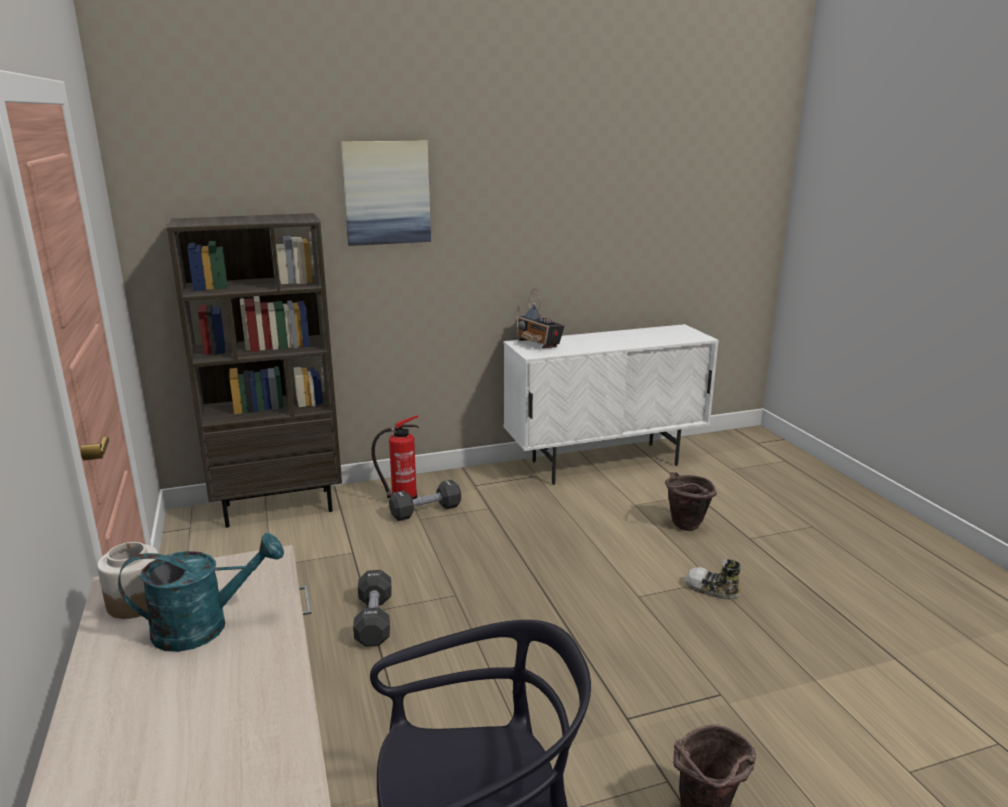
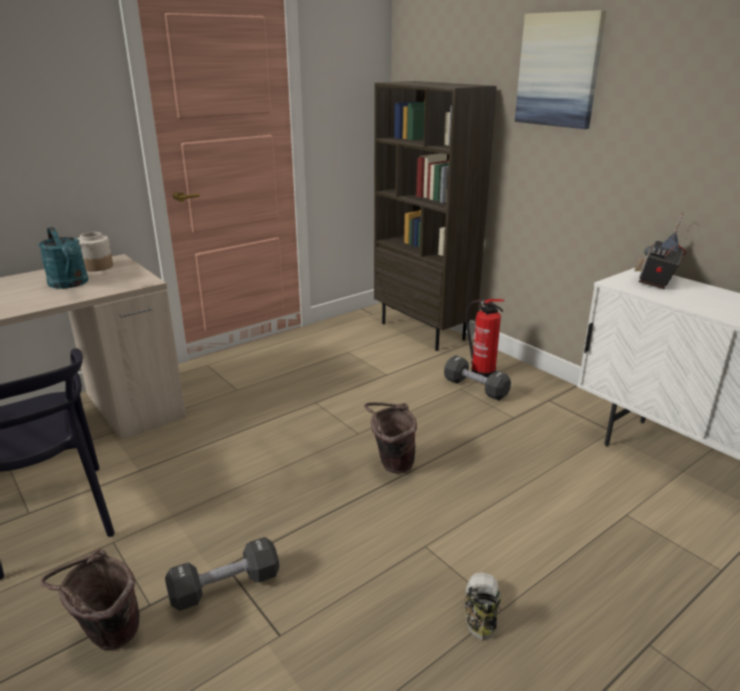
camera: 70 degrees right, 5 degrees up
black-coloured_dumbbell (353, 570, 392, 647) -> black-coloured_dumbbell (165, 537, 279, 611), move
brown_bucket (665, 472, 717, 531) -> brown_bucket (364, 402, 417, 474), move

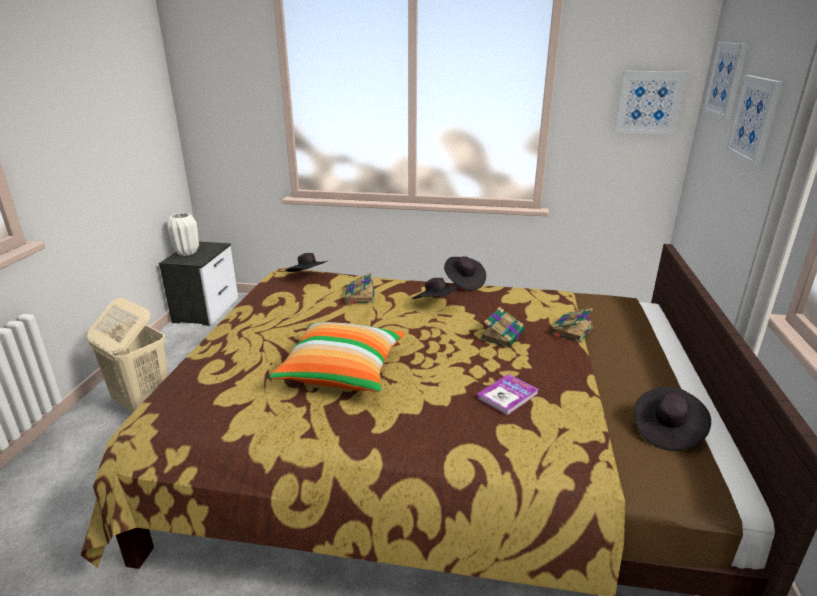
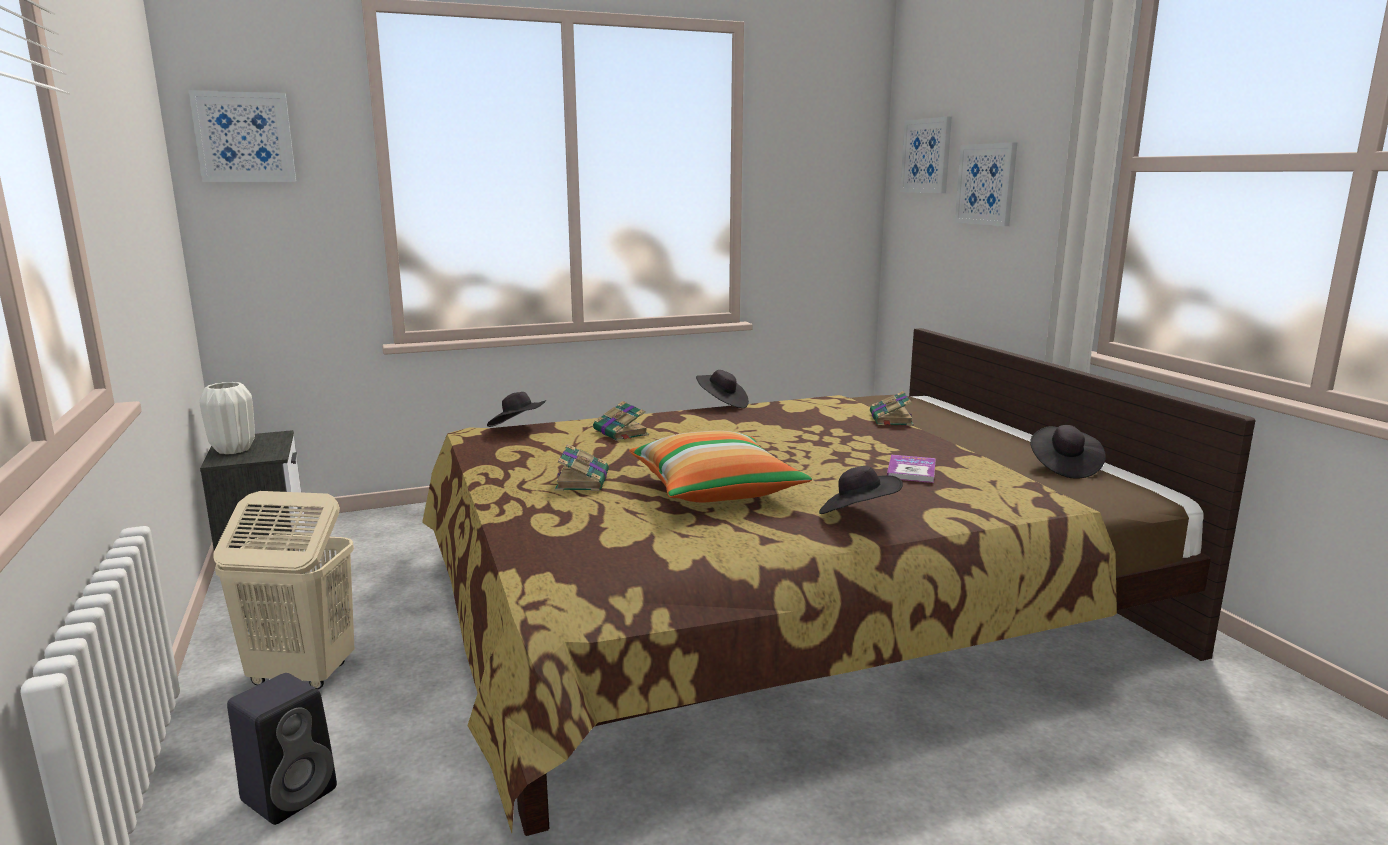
camera: 30 degrees left, 10 degrees down
black-coloured_clothing_hat (412, 278, 459, 299) -> black-coloured_clothing_hat (819, 466, 903, 514), move
volume (480, 307, 525, 348) -> volume (555, 444, 609, 491), move
wall_picture (614, 71, 687, 134) -> wall_picture (189, 90, 296, 182), move
none -> black-coloured_loudspeaker (227, 673, 337, 825)

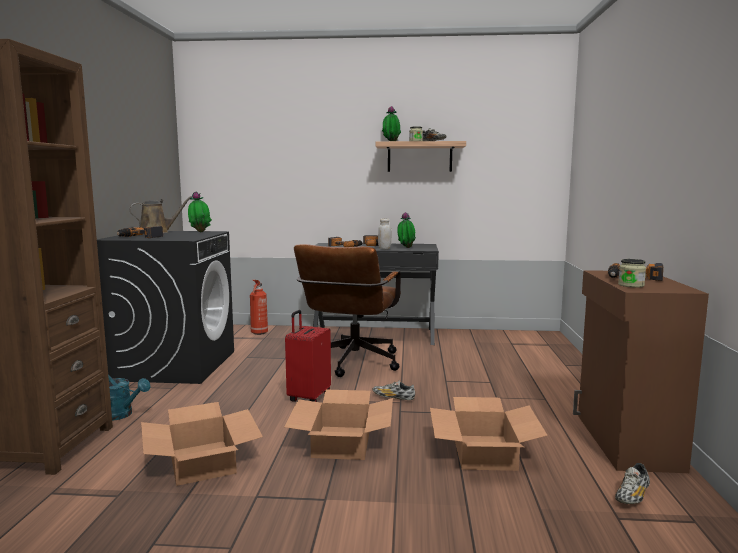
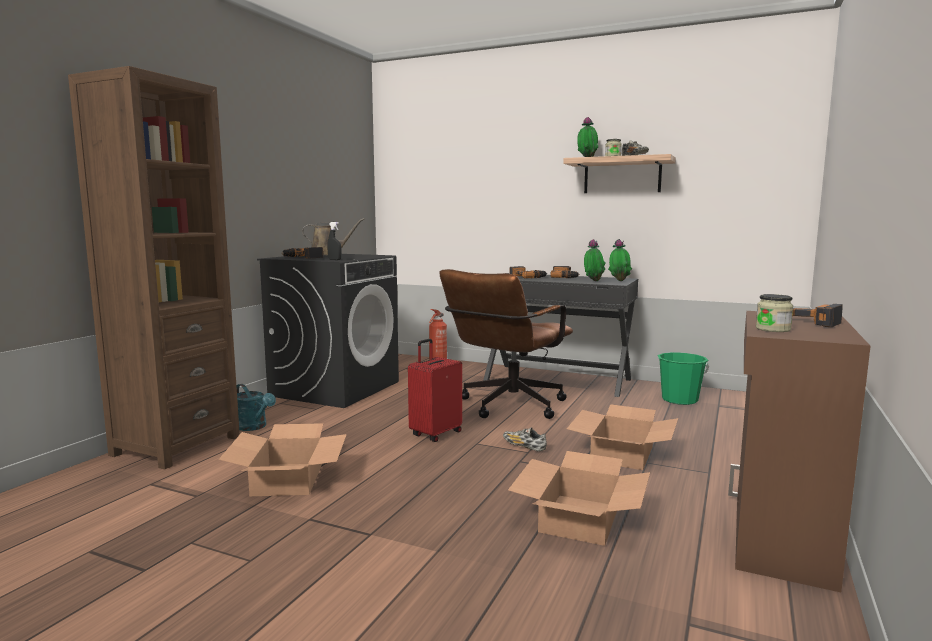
camera: 20 degrees right, 0 degrees up
potted_plant (188, 191, 212, 232) -> potted_plant (608, 239, 632, 281), move
carton (284, 390, 393, 460) -> carton (567, 404, 678, 470), move
whitish_jar (378, 218, 392, 249) -> none
shoe (615, 463, 650, 504) -> none
none -> black-coloured_sprayer (327, 222, 342, 260)
none -> greenish_bucket (657, 352, 709, 405)

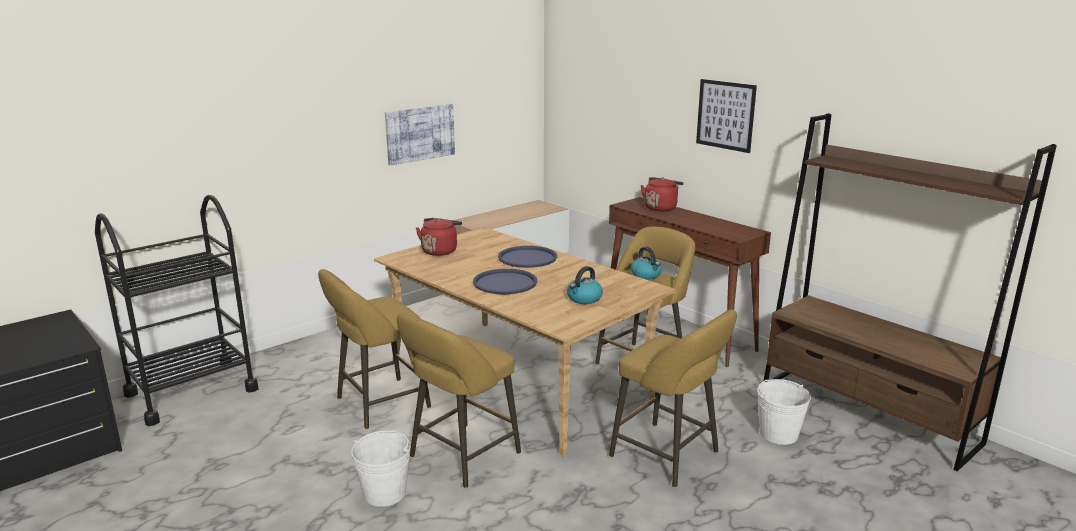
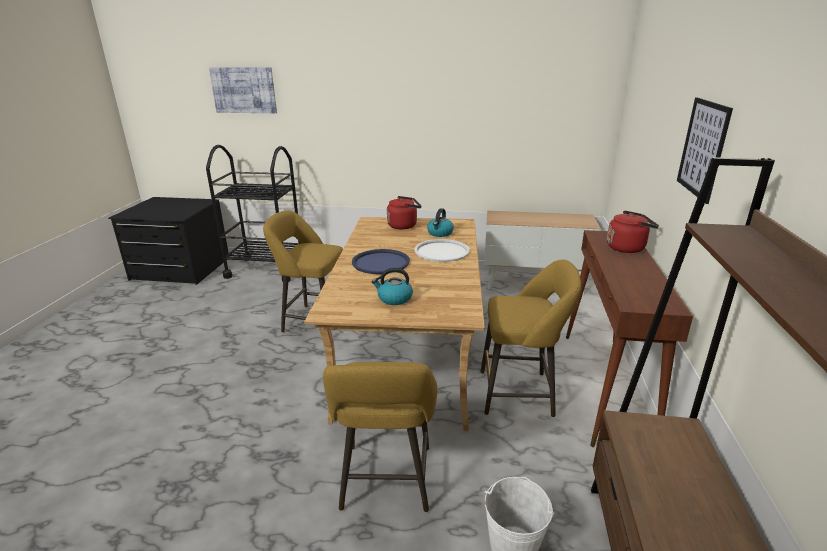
camera: 50 degrees right, 5 degrees up
whitish_bucket (351, 430, 411, 507) -> none
wall_picture (385, 104, 455, 166) -> wall_picture (209, 67, 277, 113), move
yellow-coloured_stool (397, 313, 521, 488) -> none
blue-coloured_carrying_tray (498, 246, 557, 268) -> whitish_carrying_tray (414, 239, 470, 262)
water_kettle (631, 247, 662, 279) -> water_kettle (427, 208, 454, 237), move

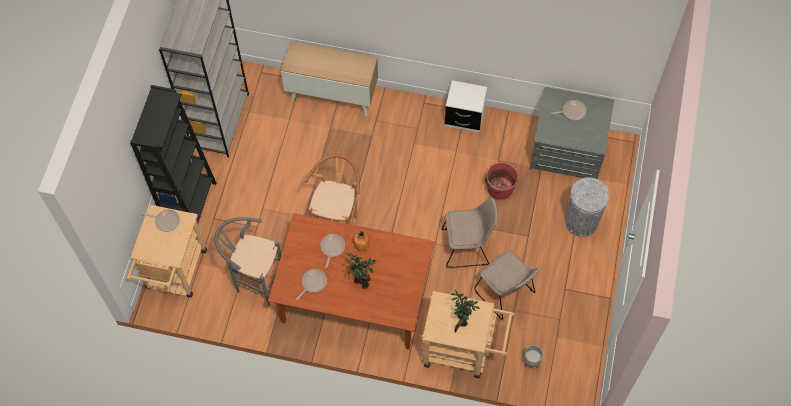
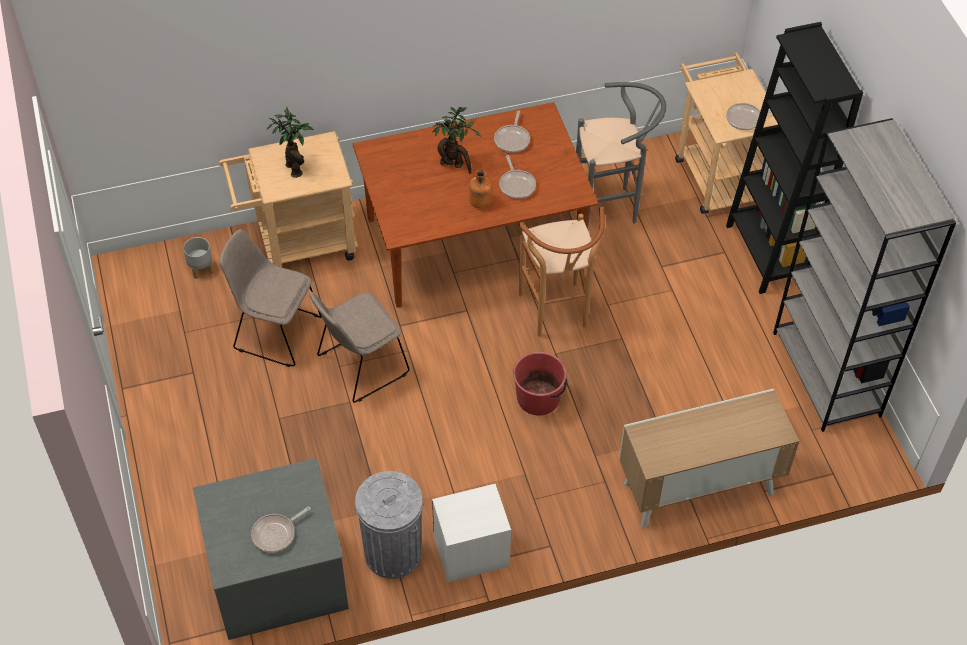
camera: 150 degrees right, 10 degrees down
red_bucket (485, 162, 519, 200) -> red_bucket (513, 352, 567, 416), move
greyish_rubbish_bin (565, 177, 609, 237) -> greyish_rubbish_bin (355, 471, 423, 579), move

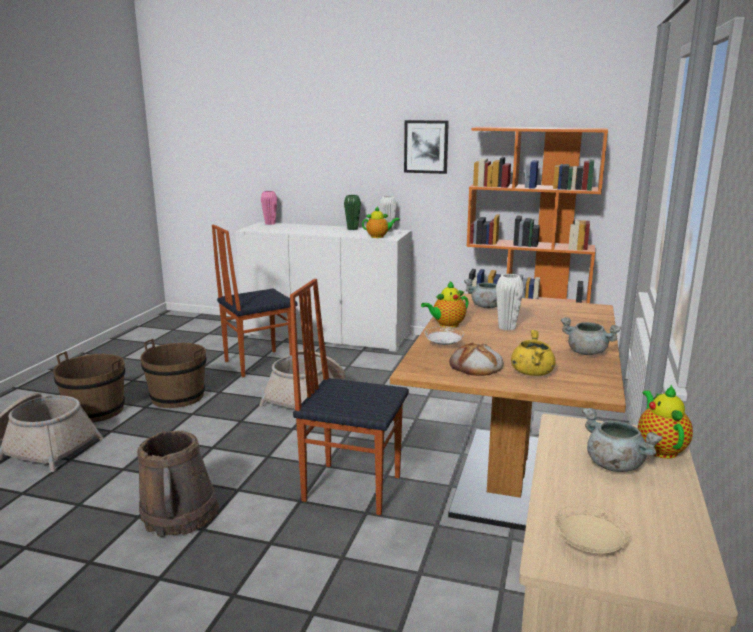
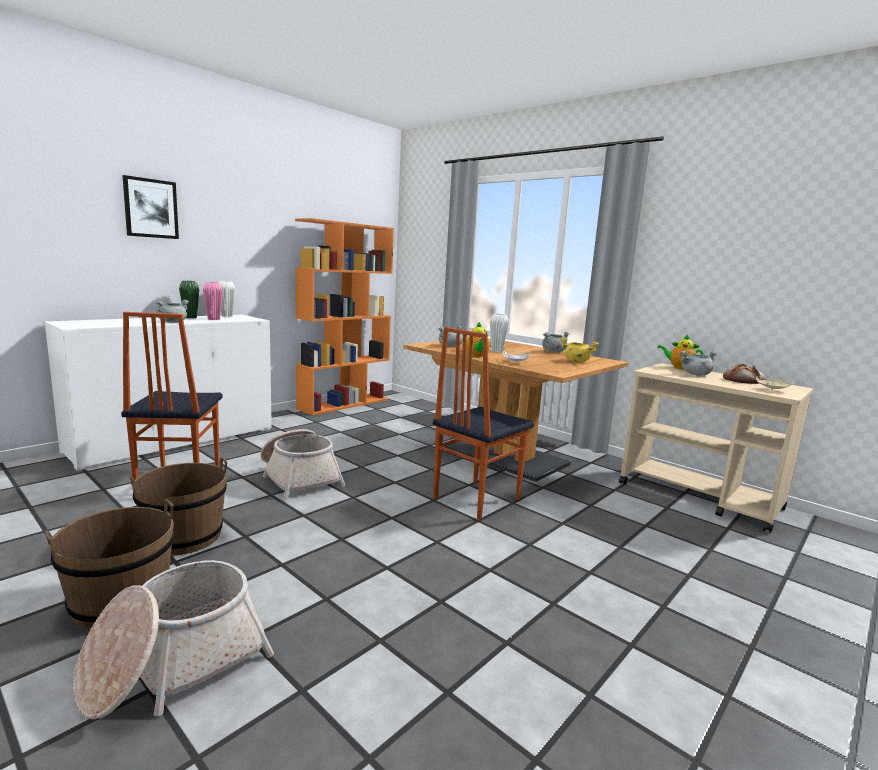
camera: 65 degrees left, 5 degrees down
brown_bucket (137, 430, 219, 537) -> none
pink_flower_vase (261, 191, 277, 225) -> pink_flower_vase (203, 282, 223, 320), move
tea_pot (362, 206, 400, 238) -> none
wall_picture (404, 120, 449, 174) -> wall_picture (122, 175, 179, 239), move
bakery_bread (449, 343, 504, 376) -> bakery_bread (723, 364, 765, 384), move
none -> greyish_cooking_pot (156, 300, 189, 323)

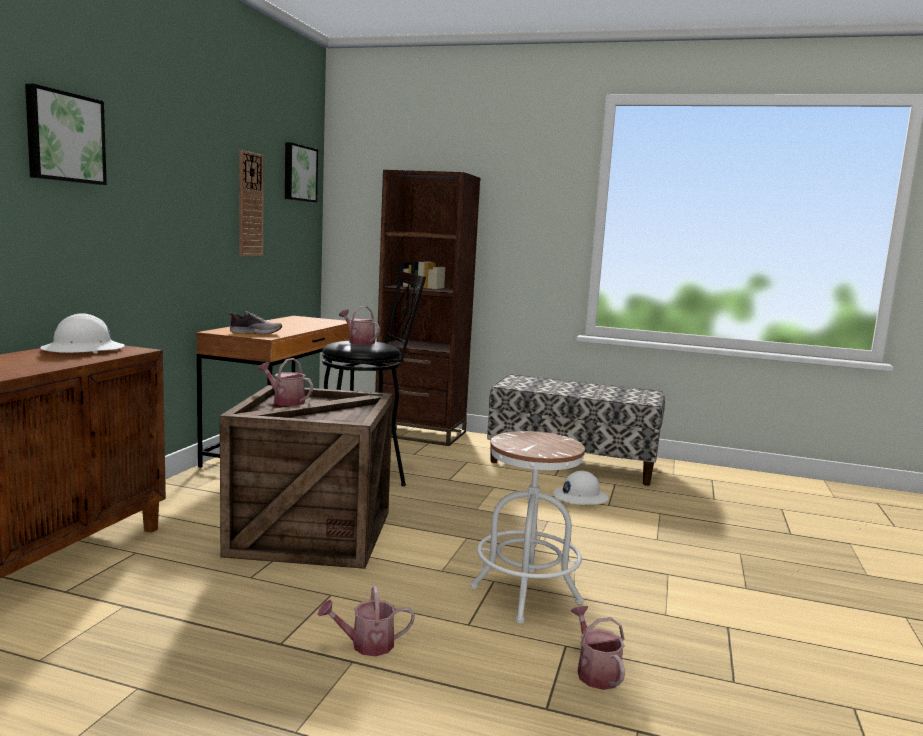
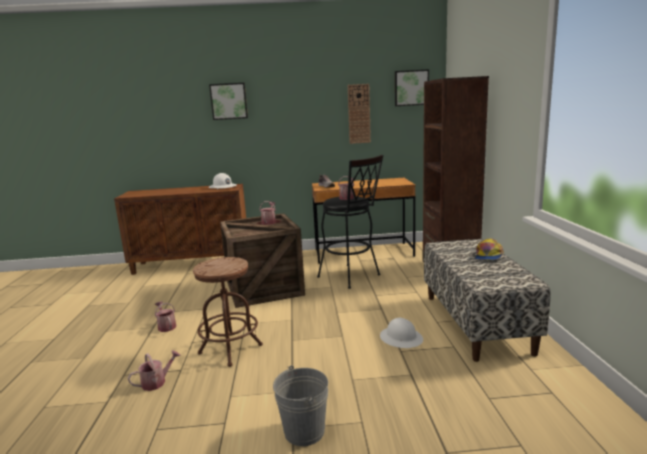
camera: 70 degrees right, 5 degrees up
whitish_stool (470, 431, 585, 623) -> brown_stool (193, 257, 263, 367)
none -> greyish_bucket (273, 365, 328, 446)
none -> peaked_cap (475, 239, 504, 260)

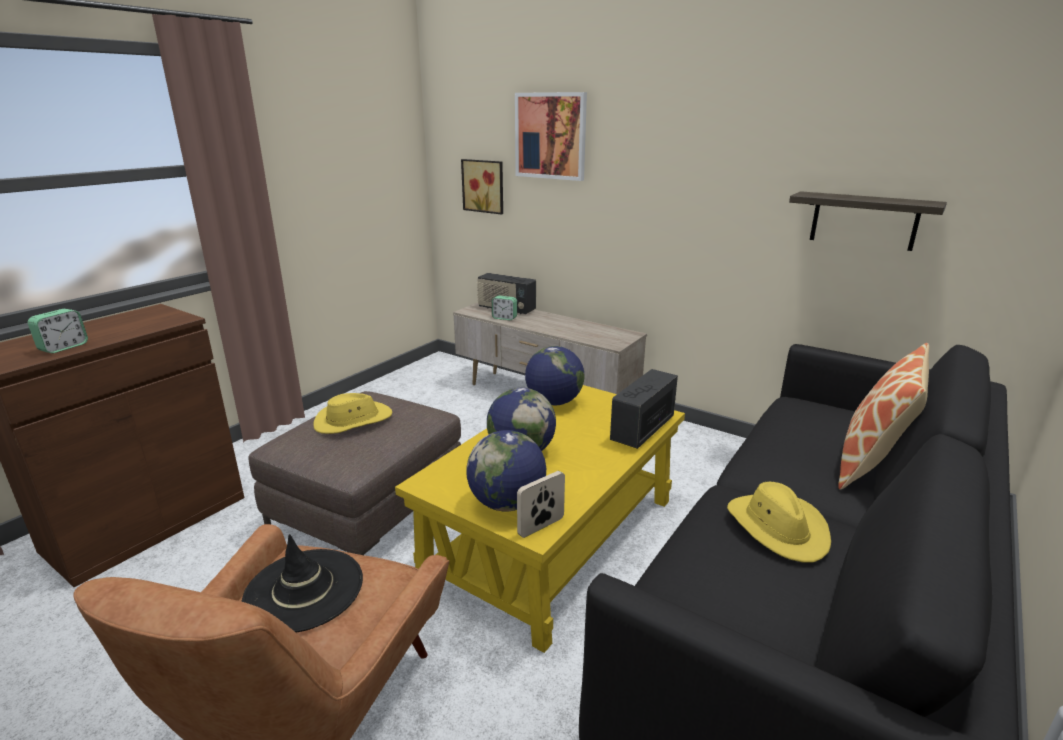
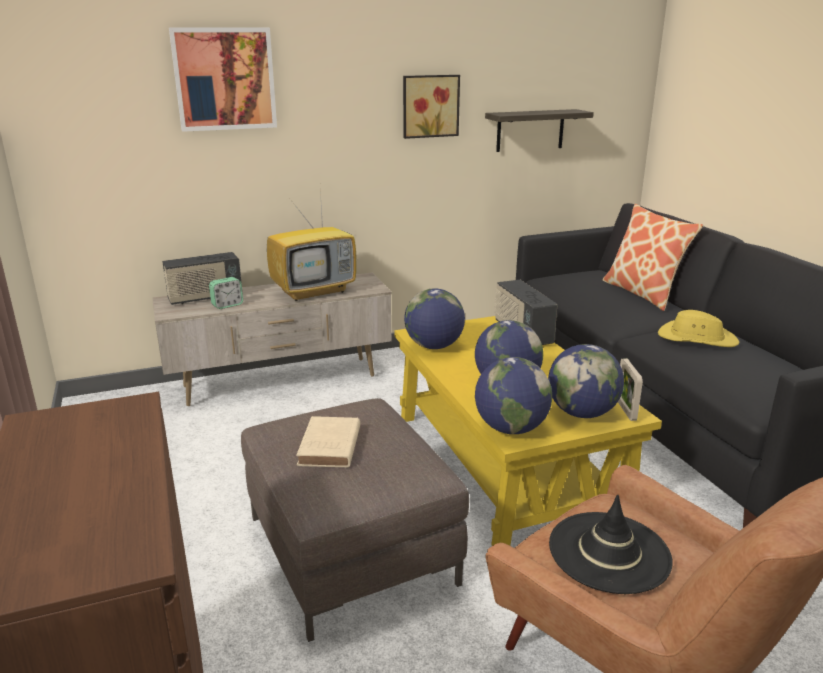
camera: 55 degrees left, 0 degrees up
bedside_clock (28, 309, 88, 353) -> none
yellow-coloured_clothing_hat (313, 393, 392, 434) -> beige_volume (296, 416, 360, 468)
wall_picture (461, 159, 503, 215) -> wall_picture (403, 75, 460, 139), move
none -> television (267, 190, 357, 301)
none -> world_globe (475, 357, 552, 434)

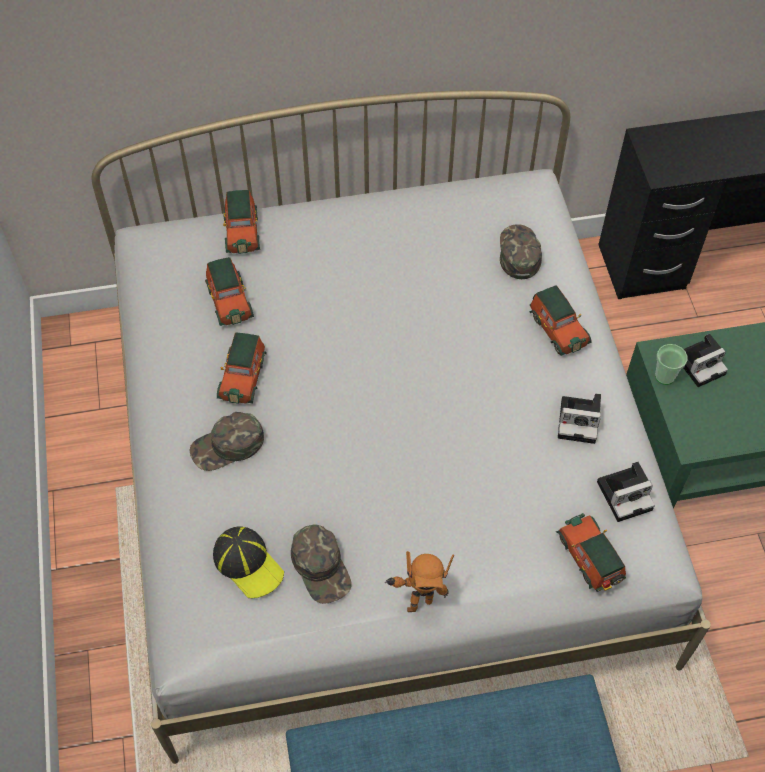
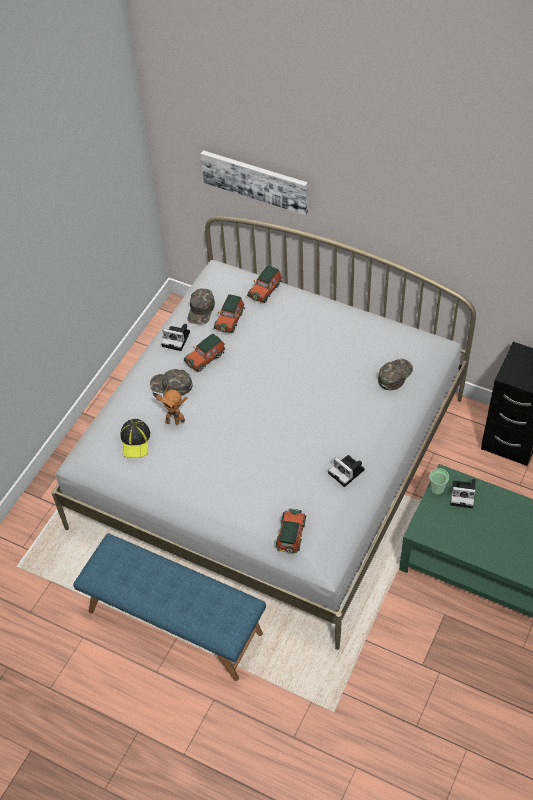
camera: 40 degrees right, 5 degrees down
greenish_peaked_cap (291, 525, 352, 604) -> greenish_peaked_cap (188, 289, 215, 324), move
toy_robot (385, 551, 454, 612) -> toy_robot (152, 384, 188, 425), move
miniature_car (530, 285, 592, 356) -> none
photo_camera (597, 462, 655, 522) -> photo_camera (161, 324, 190, 351), move
none -> wall_picture (201, 150, 308, 215)

